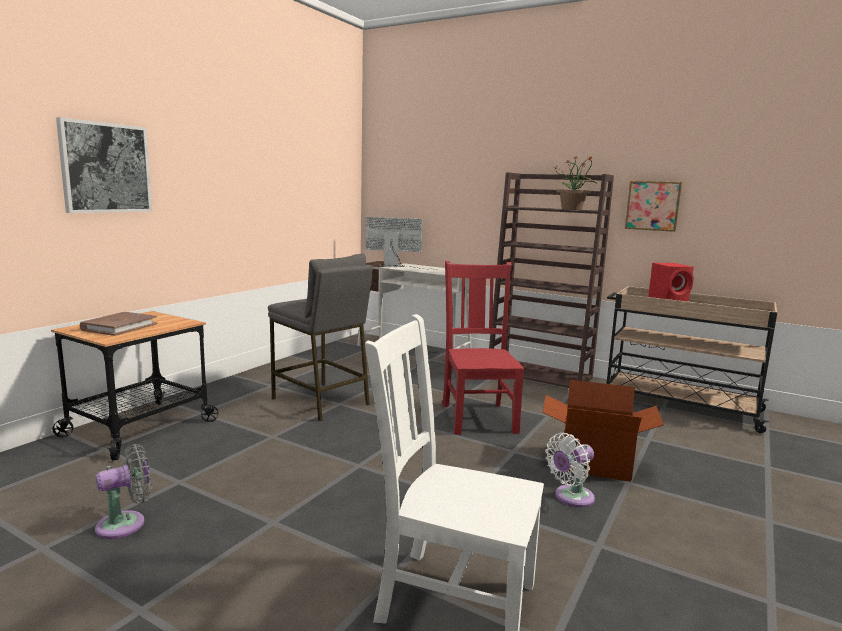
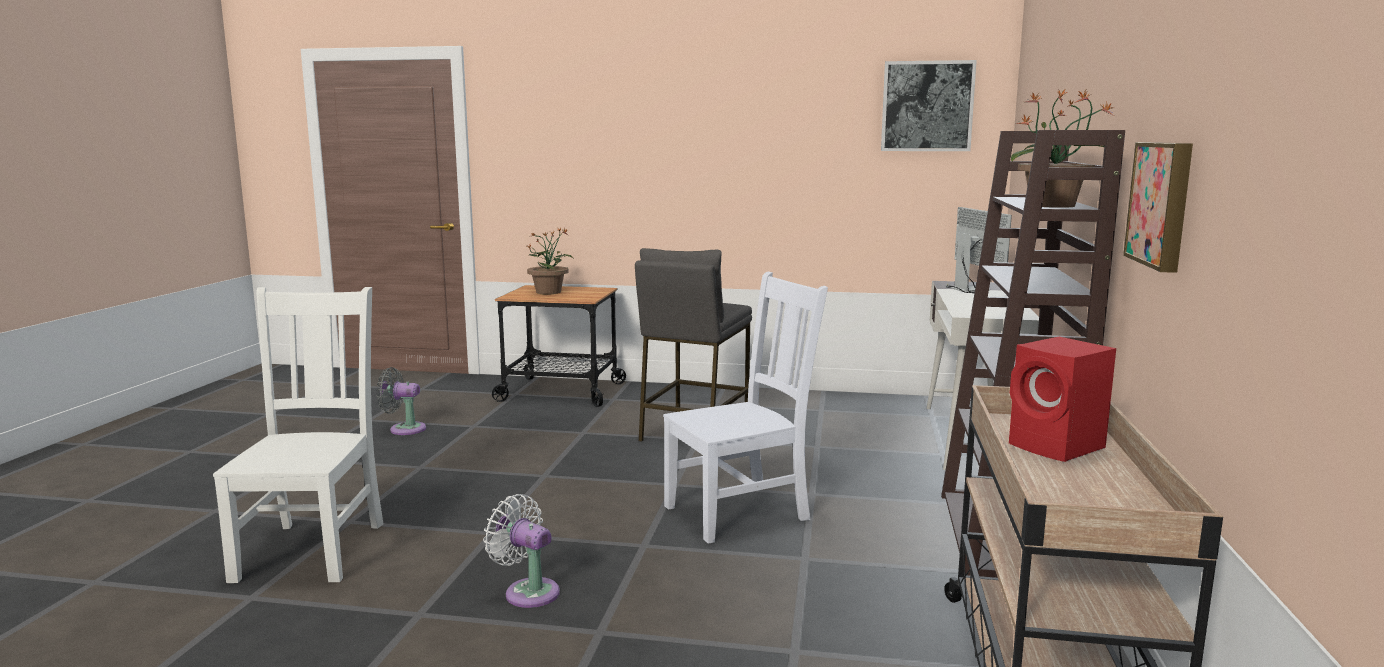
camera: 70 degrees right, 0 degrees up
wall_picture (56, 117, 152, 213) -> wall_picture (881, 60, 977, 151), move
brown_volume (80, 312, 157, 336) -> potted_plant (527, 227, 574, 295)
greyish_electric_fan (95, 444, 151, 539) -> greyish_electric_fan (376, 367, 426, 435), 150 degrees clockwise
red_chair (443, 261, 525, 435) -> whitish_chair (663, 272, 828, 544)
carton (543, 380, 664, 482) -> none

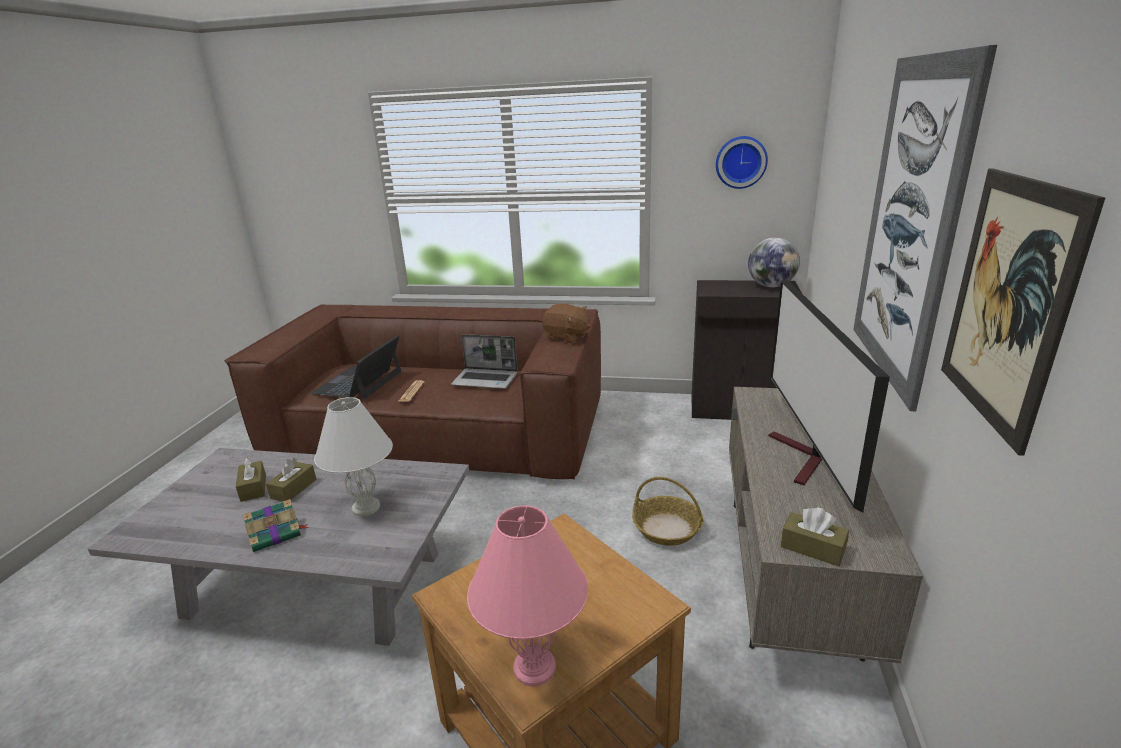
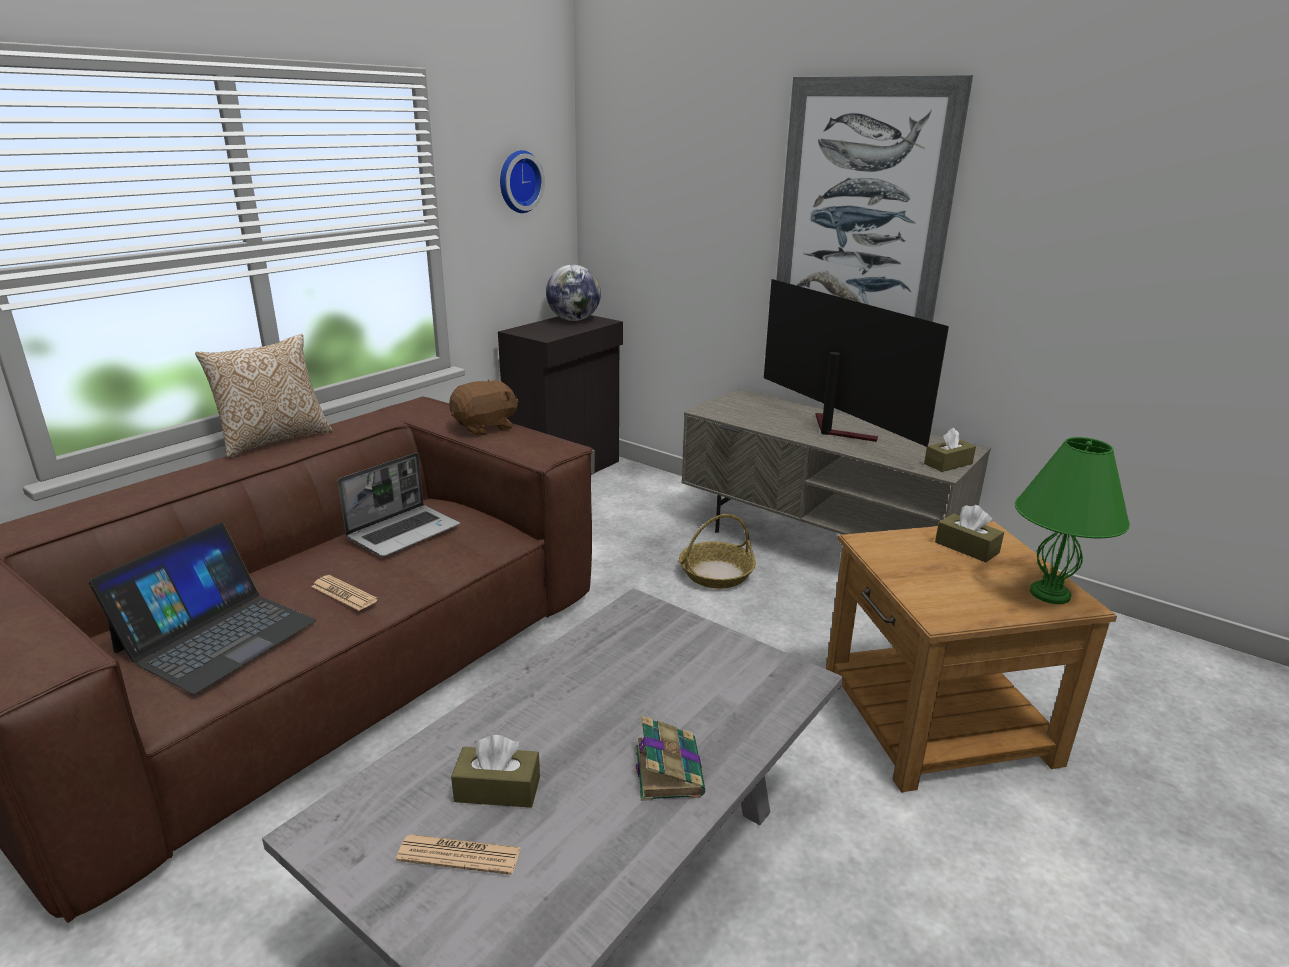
camera: 65 degrees left, 0 degrees up
brown_tissue_box (266, 458, 316, 502) -> brown_tissue_box (935, 505, 1004, 562), move
portable_computer (311, 335, 401, 400) -> portable_computer (88, 523, 316, 694), 105 degrees counterclockwise
whitish_lamp_for_a_table (314, 397, 393, 516) -> none
pink_lamp_for_a_table (467, 505, 588, 686) -> greenish_lamp_for_a_table (1015, 437, 1130, 604)
television (769, 279, 890, 512) -> television (764, 279, 949, 447), 150 degrees counterclockwise
wall_picture (941, 168, 1105, 456) -> none
none -> cushion (195, 334, 333, 458)
none -> daily_paper (396, 834, 521, 875)

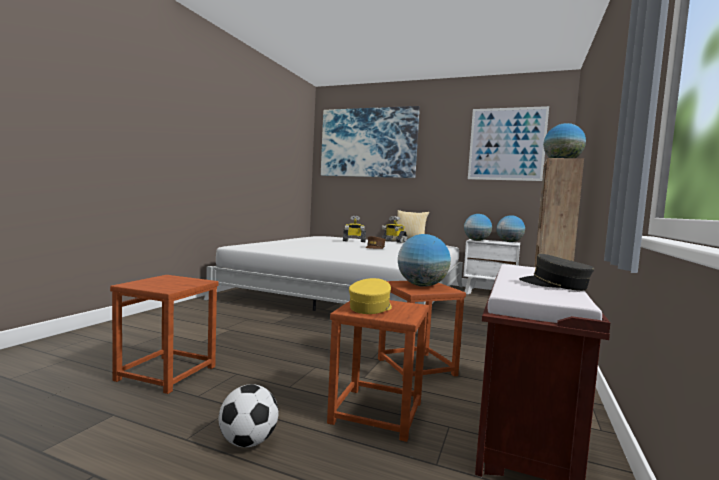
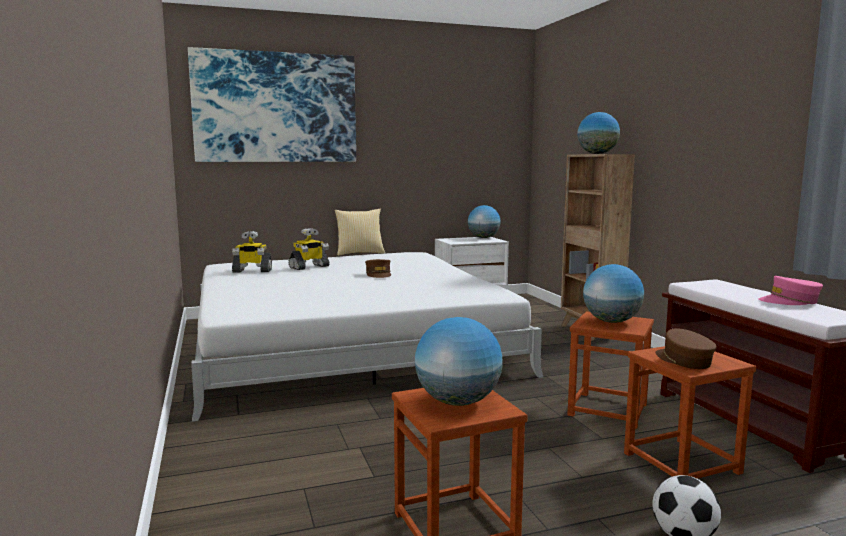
camera: 40 degrees left, 5 degrees up
yellow-coloured_peaked_cap (349, 278, 392, 314) -> brown_peaked_cap (656, 328, 717, 369)
toy_robot (382, 216, 408, 243) -> toy_robot (232, 231, 272, 273), move
world_globe (464, 214, 492, 241) -> world_globe (415, 317, 503, 406), move
wall_picture (468, 106, 549, 181) -> none
greyish_peaked_cap (519, 254, 595, 291) -> pink_peaked_cap (758, 276, 823, 305)

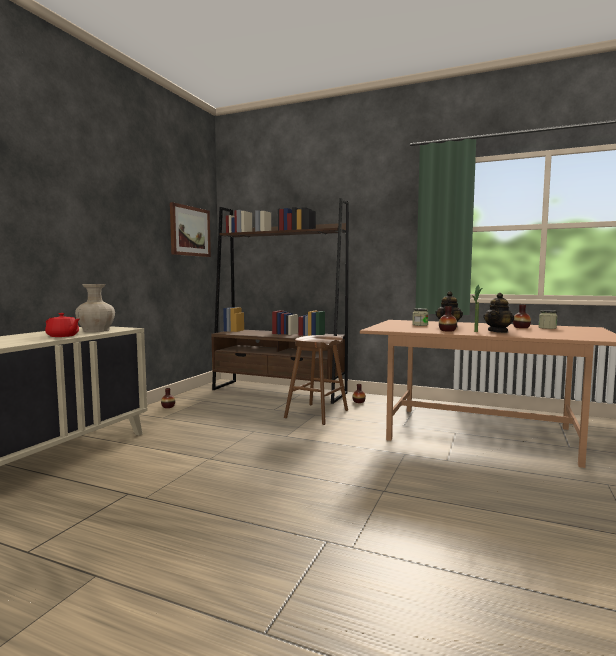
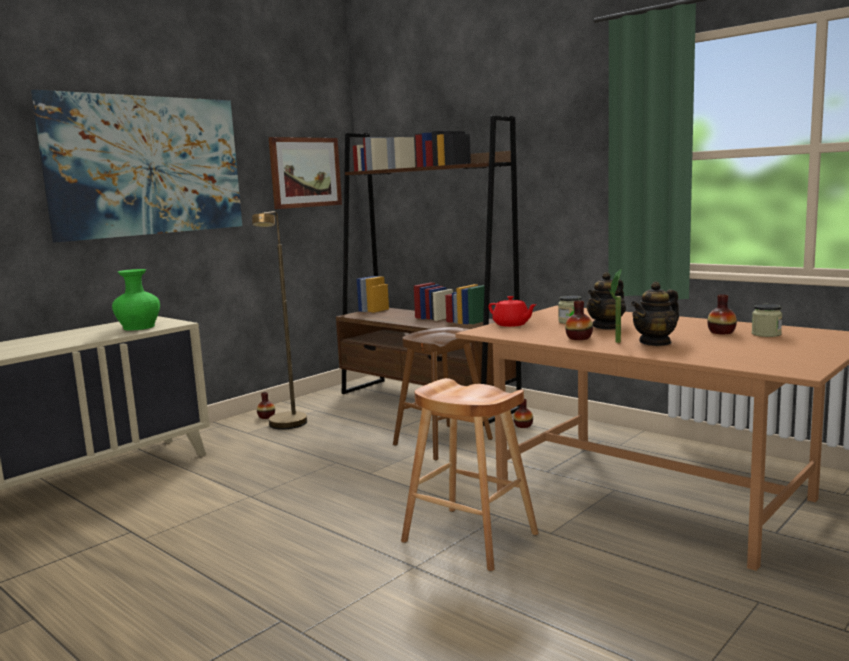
camera: 20 degrees right, 5 degrees up
red_tea_pot (45, 313, 80, 337) -> red_tea_pot (488, 296, 537, 327), move
beige_flower_vase (75, 284, 115, 332) -> greenish_flower_vase (112, 269, 160, 331)
none -> wall_picture (31, 90, 242, 242)
none -> brown_standing_lamp (252, 211, 307, 430)
none -> brown_stool (401, 378, 539, 571)

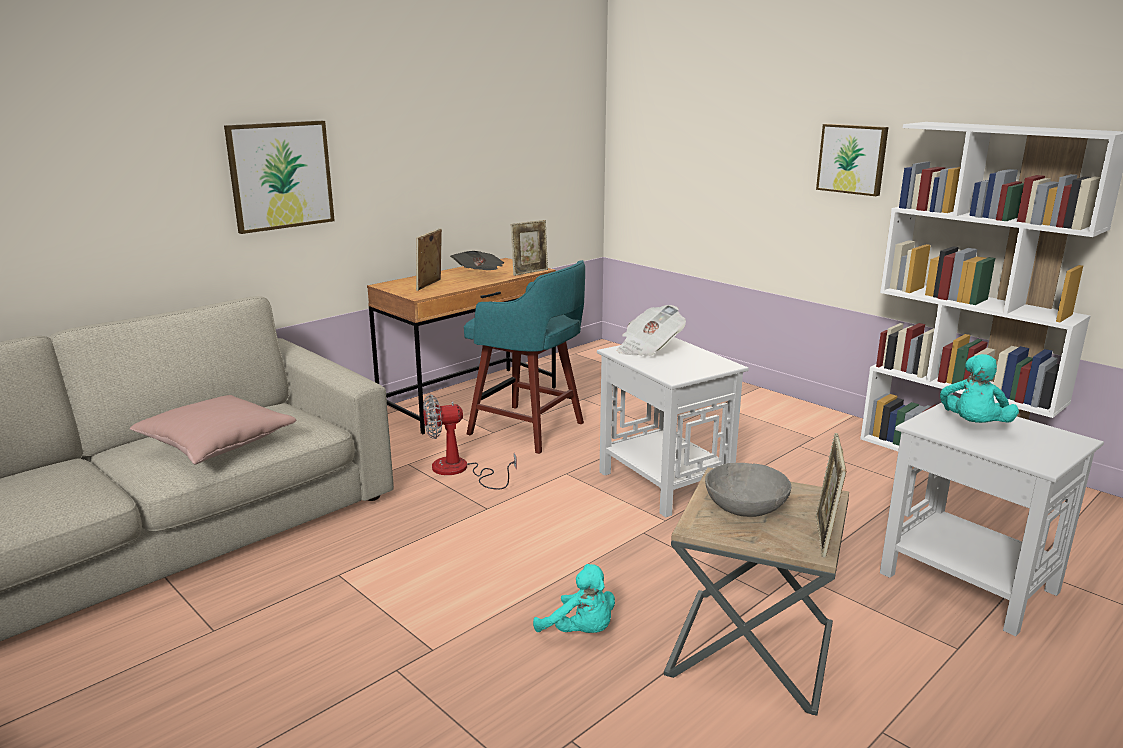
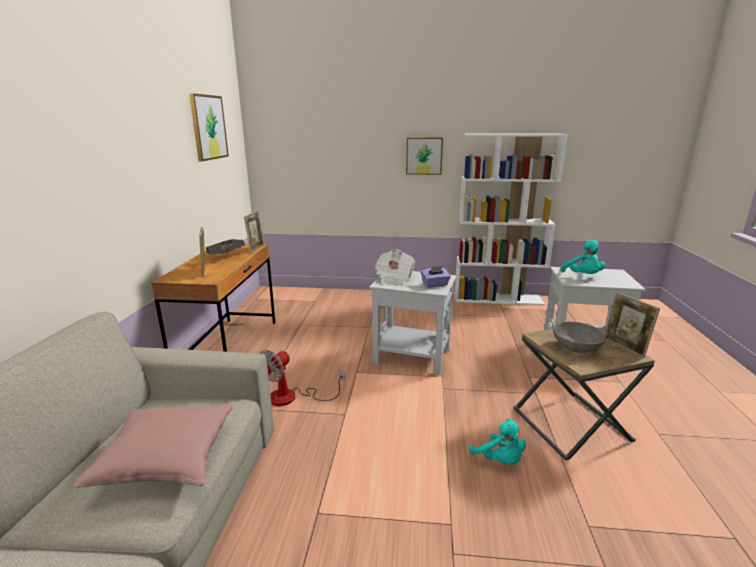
camera: 40 degrees left, 0 degrees up
wall_picture (224, 121, 335, 234) -> wall_picture (189, 93, 229, 161), move
turquoise-coloured_stool (464, 260, 585, 454) -> none
turquoise-coloured_cuddly_toy (533, 564, 615, 633) -> turquoise-coloured_cuddly_toy (469, 419, 526, 465), 60 degrees clockwise
none -> purple-coloured_tissue_box (421, 266, 451, 288)

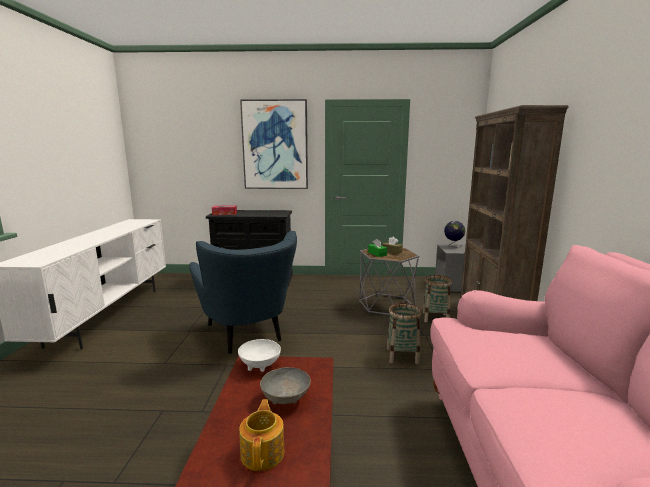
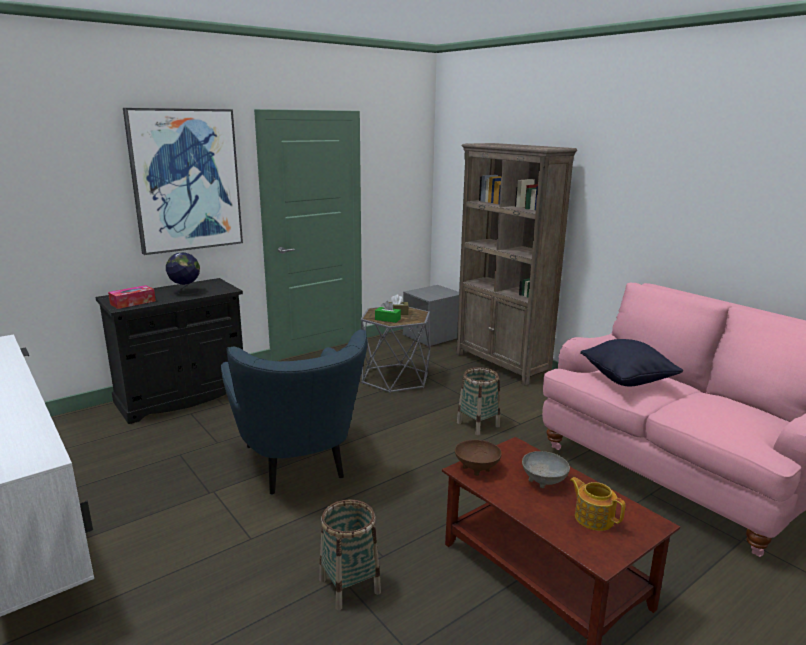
camera: 40 degrees left, 5 degrees up
blue-coloured_armchair (189, 231, 297, 354) -> blue-coloured_armchair (221, 330, 368, 495), 45 degrees clockwise
whitish_bowl (238, 339, 281, 372) -> brown_bowl (455, 440, 502, 476)
storage_basket (423, 275, 452, 323) -> storage_basket (319, 499, 381, 610), move
world_globe (444, 221, 465, 247) -> world_globe (166, 252, 200, 295), move
none -> black-coloured_cushion (580, 339, 683, 386)

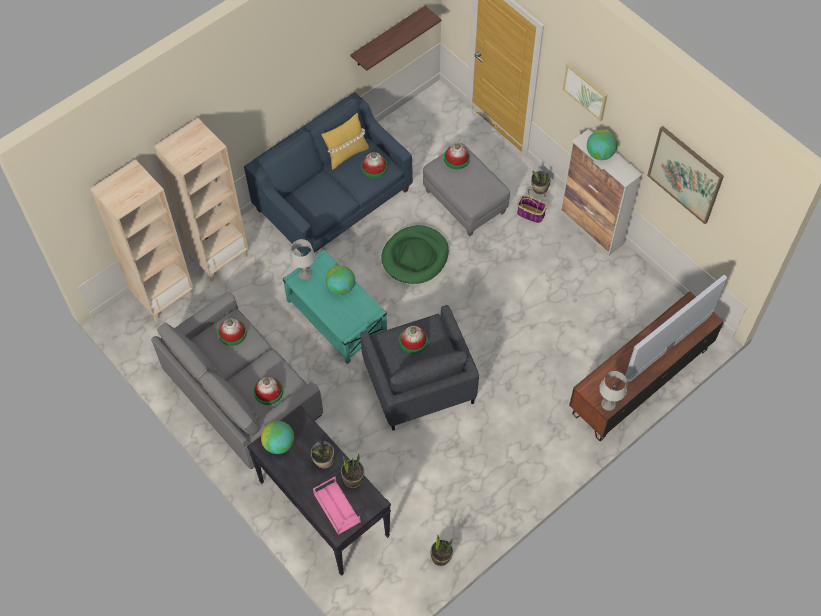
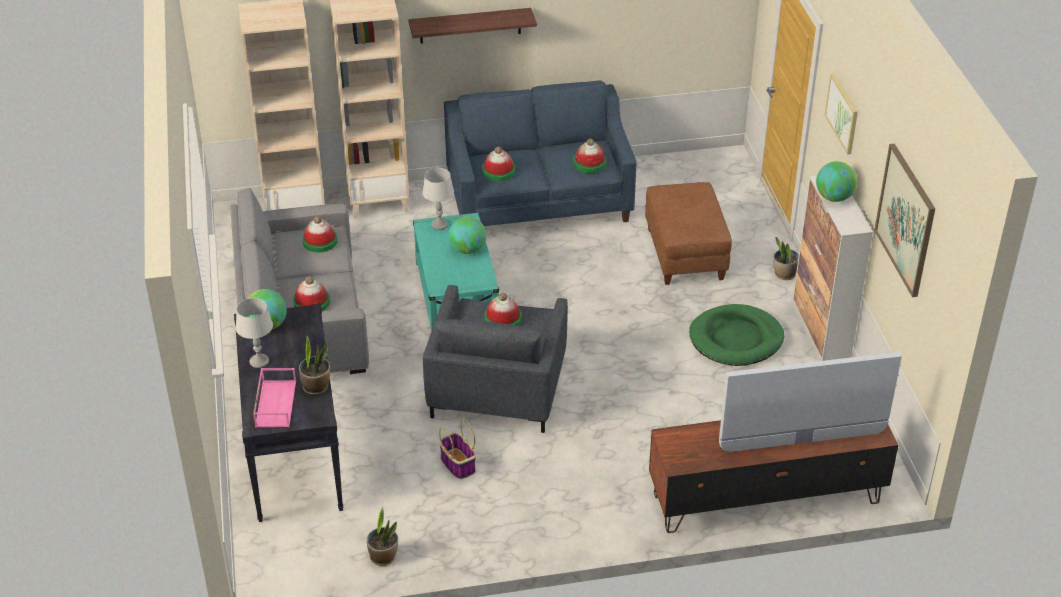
camera: 30 degrees right, 20 degrees down
potted_plant (311, 441, 335, 468) -> none
yellow-coloured_cushion (322, 113, 369, 170) -> none
shelf (351, 6, 442, 71) -> shelf (409, 8, 537, 44), move
greenish_dog_bed (381, 225, 449, 284) -> greenish_dog_bed (689, 304, 784, 366), move
greyish_ottoman (423, 143, 510, 236) -> brown_ottoman (645, 182, 732, 285)
clothing_hat (444, 143, 470, 169) -> clothing_hat (482, 147, 515, 181), move
storage_basket (517, 186, 547, 223) -> storage_basket (439, 419, 476, 479), move
greyish_lamp_for_a_table (599, 371, 627, 411) -> greyish_lamp_for_a_table (236, 298, 273, 368), move

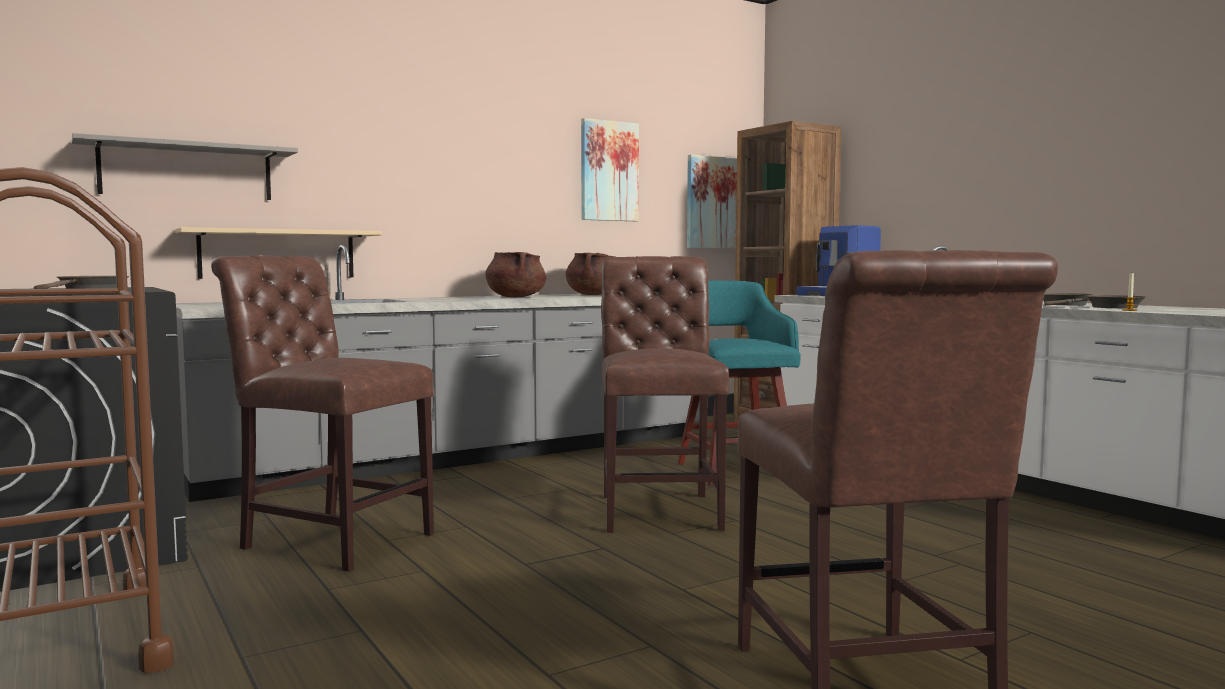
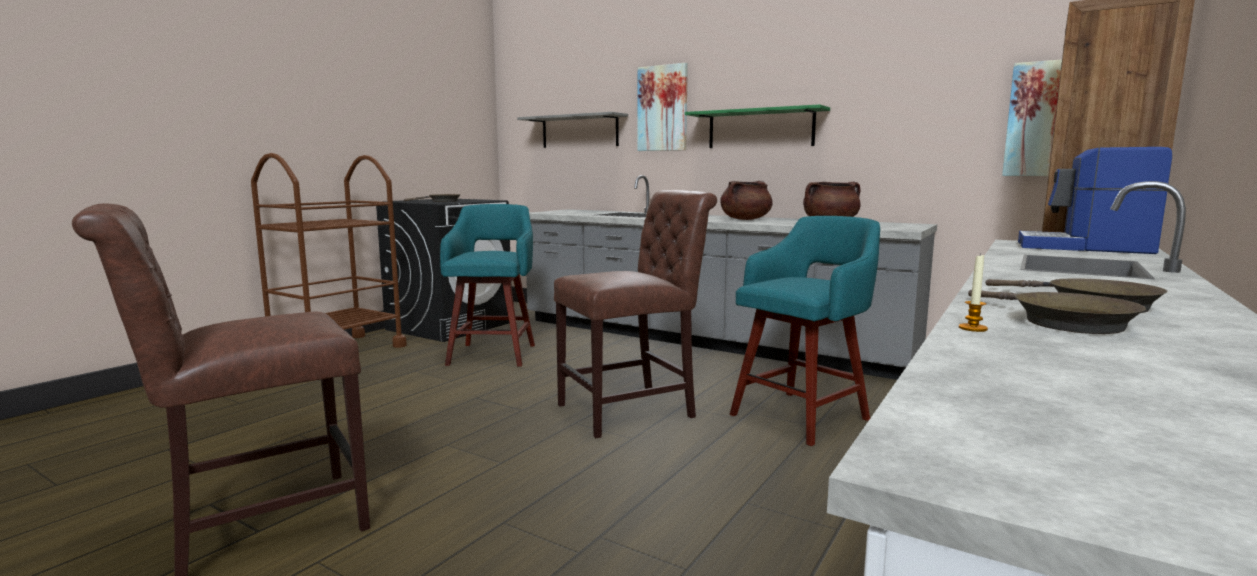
camera: 65 degrees right, 5 degrees up
beige_shelf (175, 227, 382, 279) -> none
brown_chair (211, 255, 434, 572) -> turquoise-coloured_stool (440, 204, 535, 366)
wall_picture (581, 118, 639, 221) -> wall_picture (637, 63, 688, 151), move
none -> greenish_shelf (685, 104, 830, 148)

